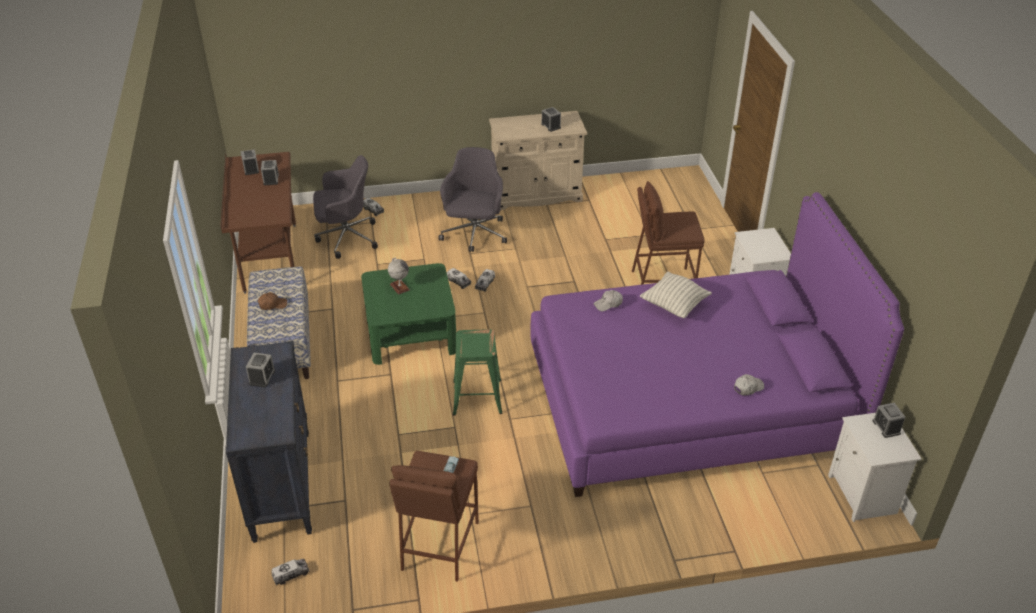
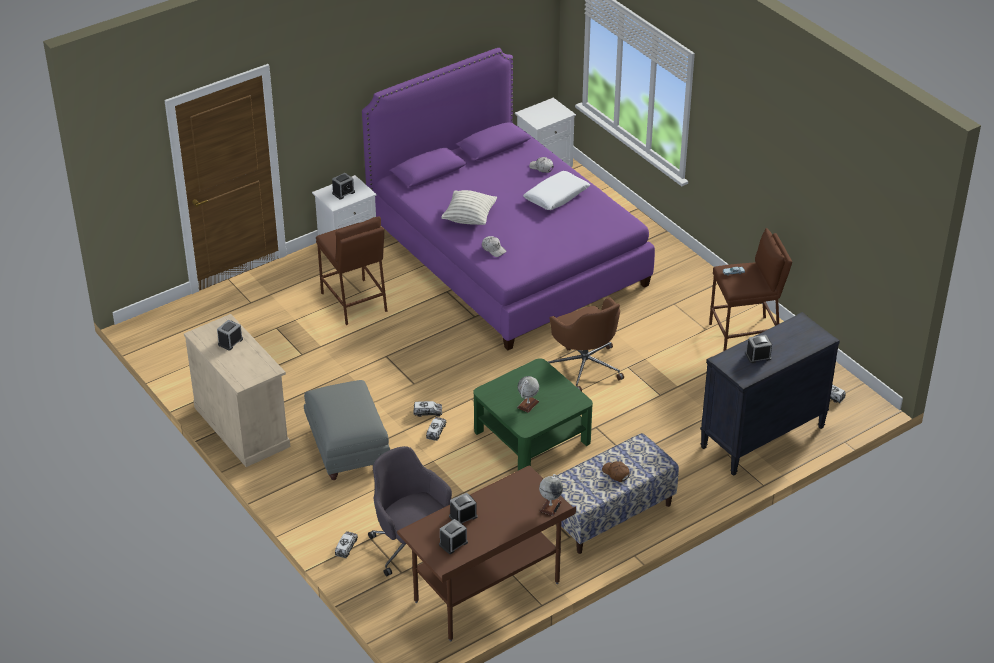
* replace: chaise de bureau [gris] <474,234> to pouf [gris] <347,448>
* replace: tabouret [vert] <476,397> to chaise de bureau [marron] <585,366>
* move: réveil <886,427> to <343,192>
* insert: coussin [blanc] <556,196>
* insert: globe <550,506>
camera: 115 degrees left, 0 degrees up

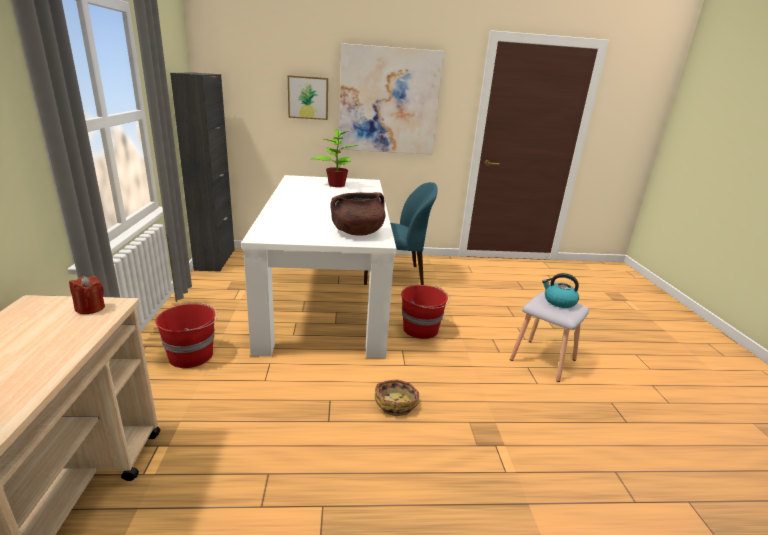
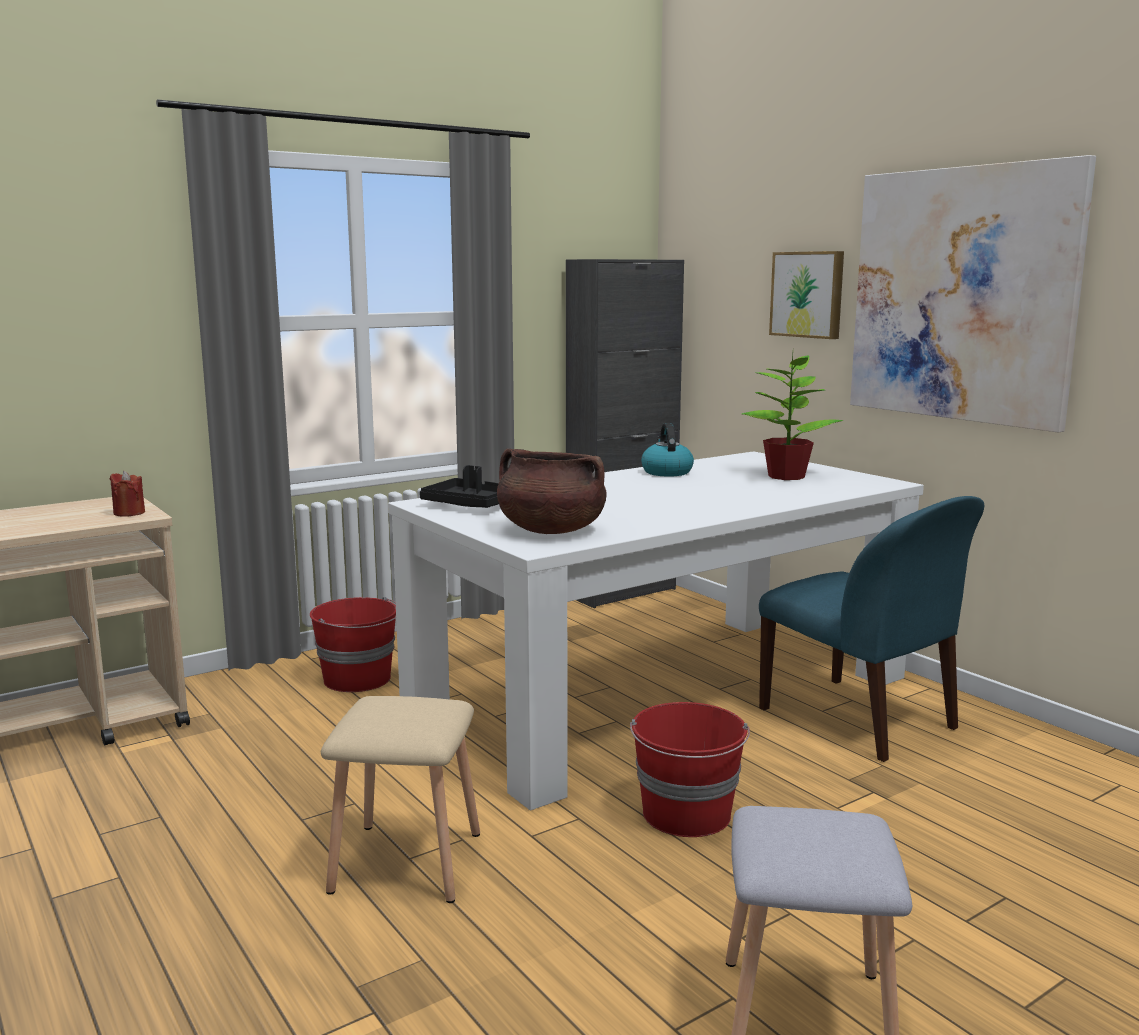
* move: bouilloire <559,302> to <666,472>
* replace: panier <396,403> to tabouret [beige] <404,862>
* insert: plateau [noir] <470,505>
camera: 60 degrees right, 10 degrees down

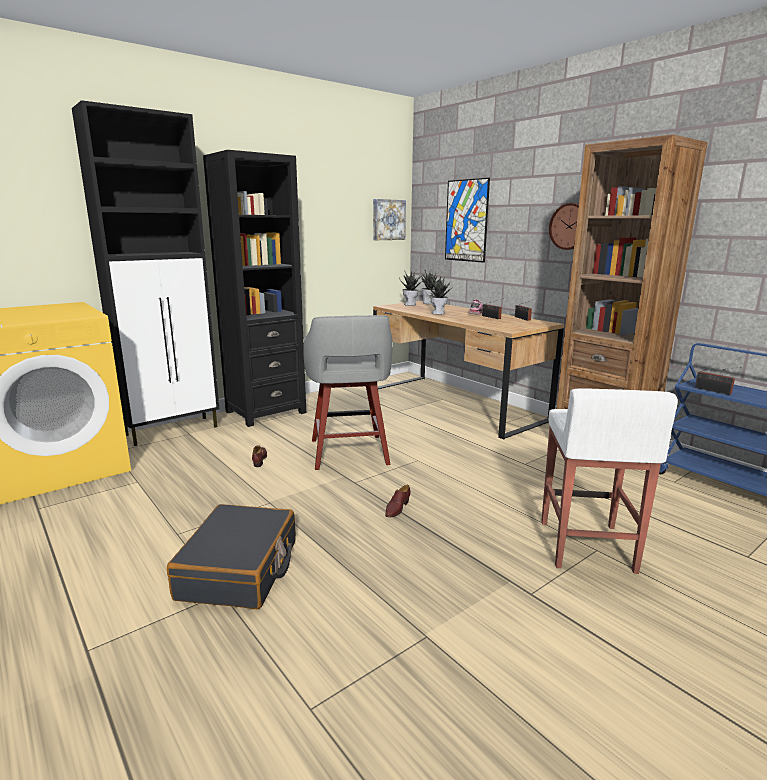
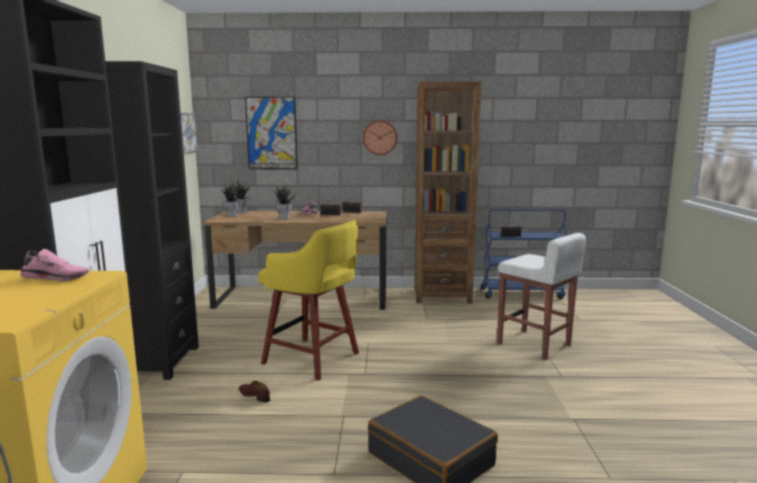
* recolor: tabouret [gris] <349,453> to tabouret [jaune] <313,359>
* delete: chaussure [marron] <397,508>
* insert: chaussure [rose] <57,278>
camera: 50 degrees left, 5 degrees down

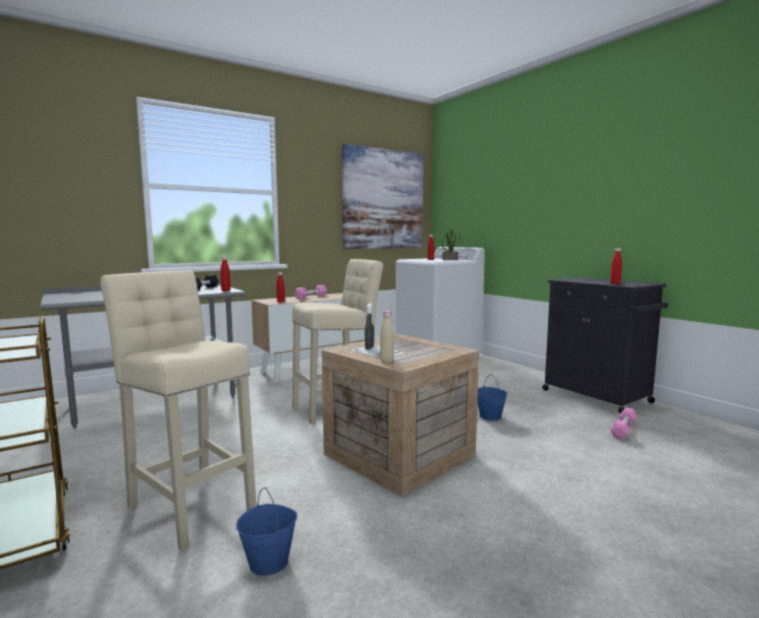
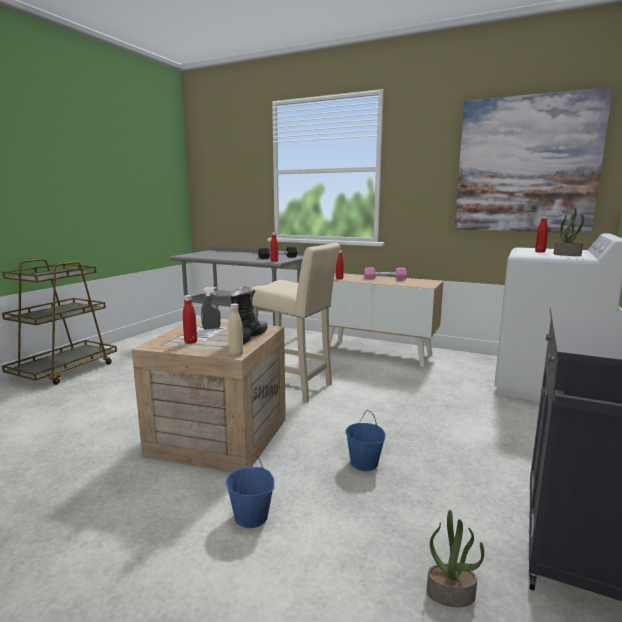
* move: bouteille [rouge] <615,284> to <190,342>
* delete: tabouret [beige] <189,505>
* move: bouteille [beige] <387,361> to <236,354>
* replace: haltère [rose] <623,429> to plante en pot <451,594>
* move: seau [bleu] <269,562> to <252,517>
* insert: botte [noir] <249,337>
camera: 60 degrees right, 5 degrees up

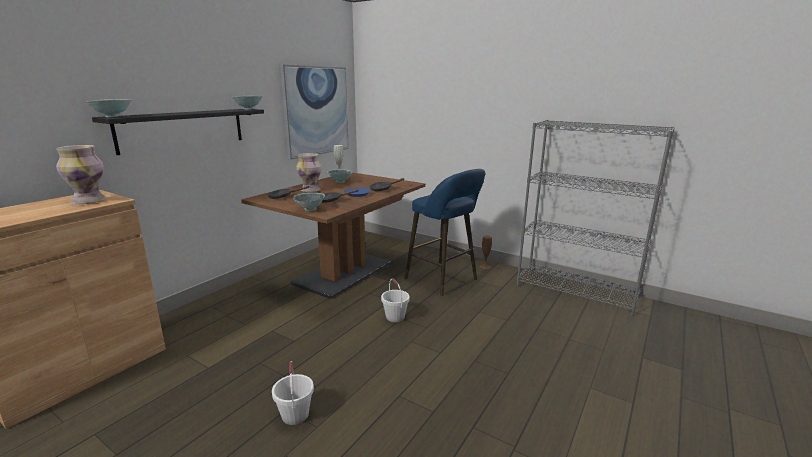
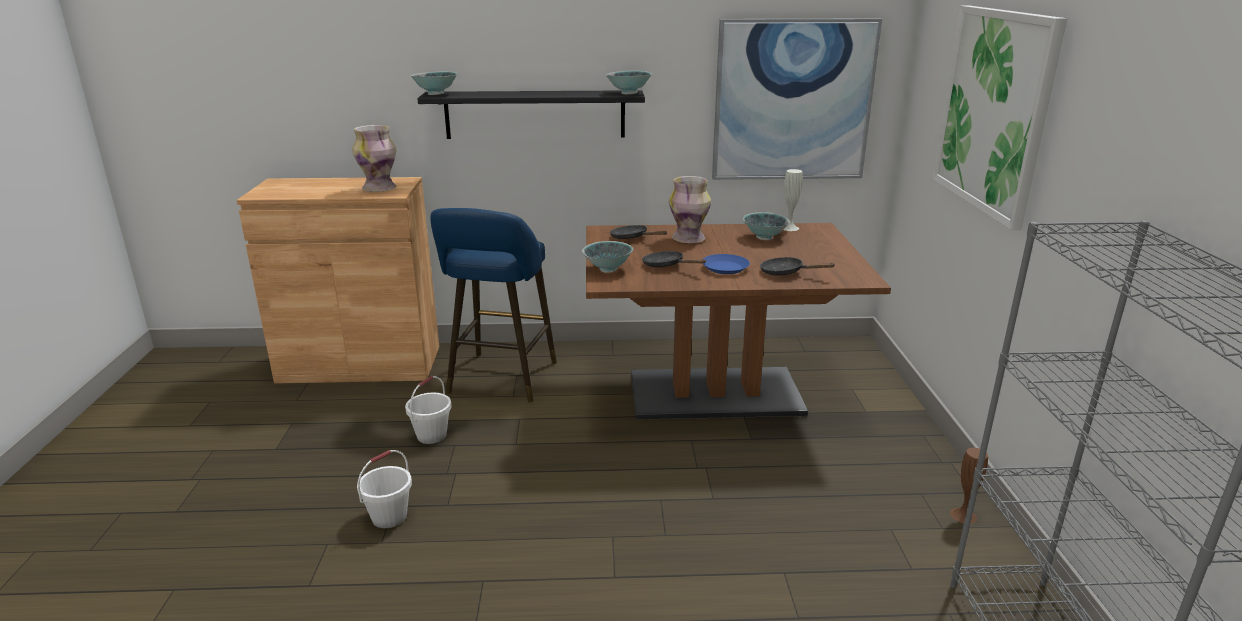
* move: tabouret [bleu] <444,280> to <500,380>
* move: seau [blanc] <395,317> to <432,436>
* insert: tableau <994,111>
camera: 55 degrees right, 5 degrees up

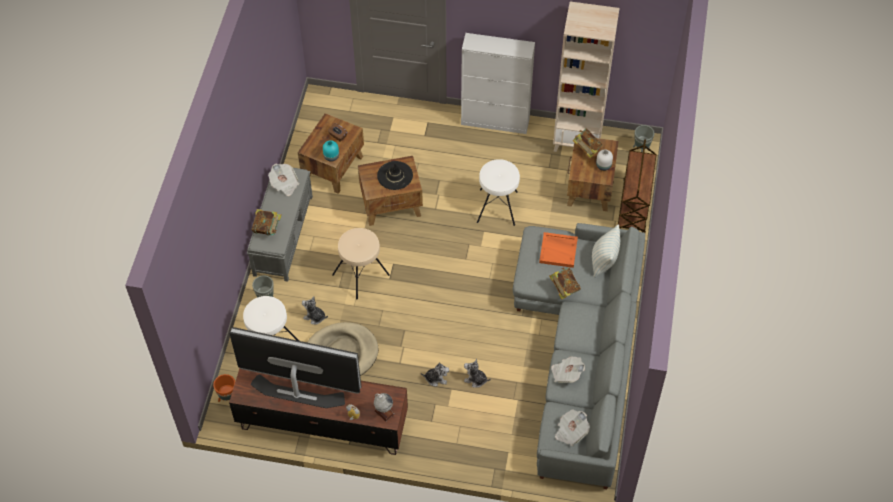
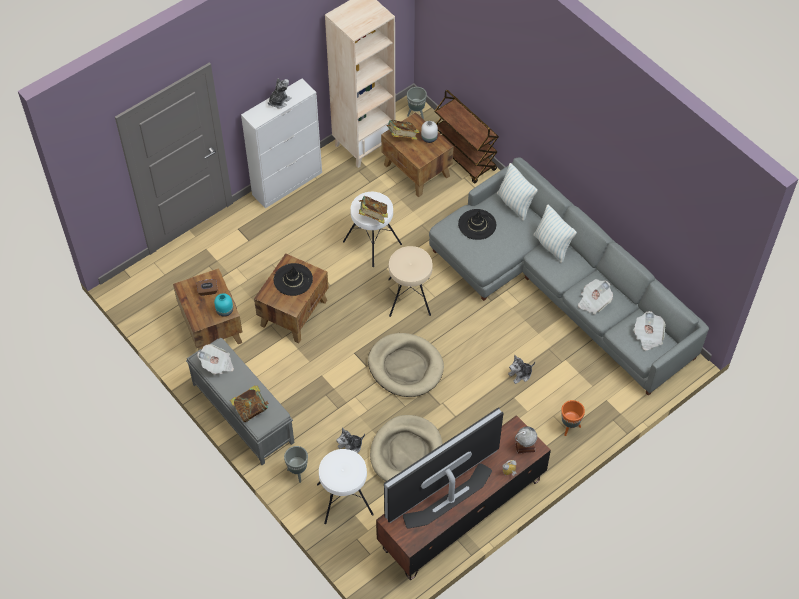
* move: tabouret [beige] <361,275> to <410,297>
* replace: plateau [orange] <558,250> to chapeau [noir] <477,224>
* move: livre <564,288> to <373,216>
* move: peluche <436,378> to <279,101>
* move: cache-pot [orange] <228,399> to <569,427>
* insert: coussin <552,246>
* insert: panier pour chien [beige] <405,367>
camera: 50 degrees left, 0 degrees up

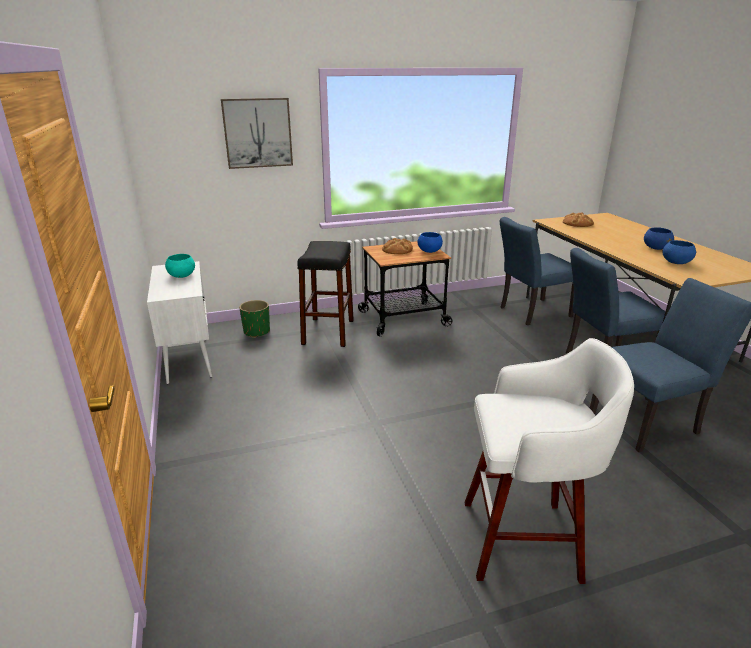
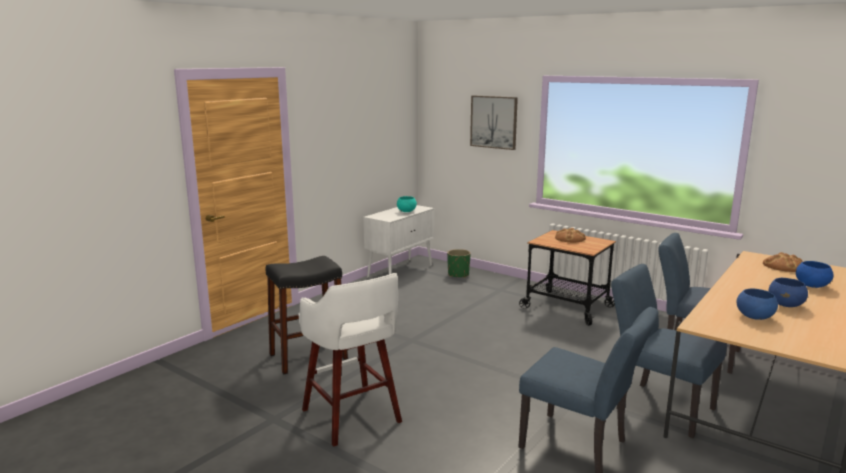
* move: bol [bleu] <429,251> to <811,286>
* move: tabouret [noir] <328,332> to <308,356>
camera: 55 degrees right, 10 degrees down

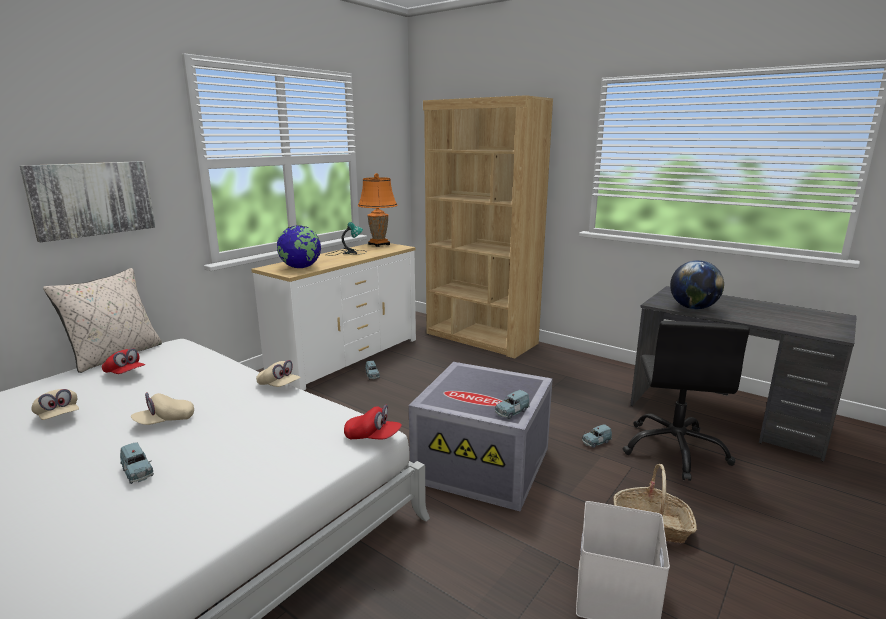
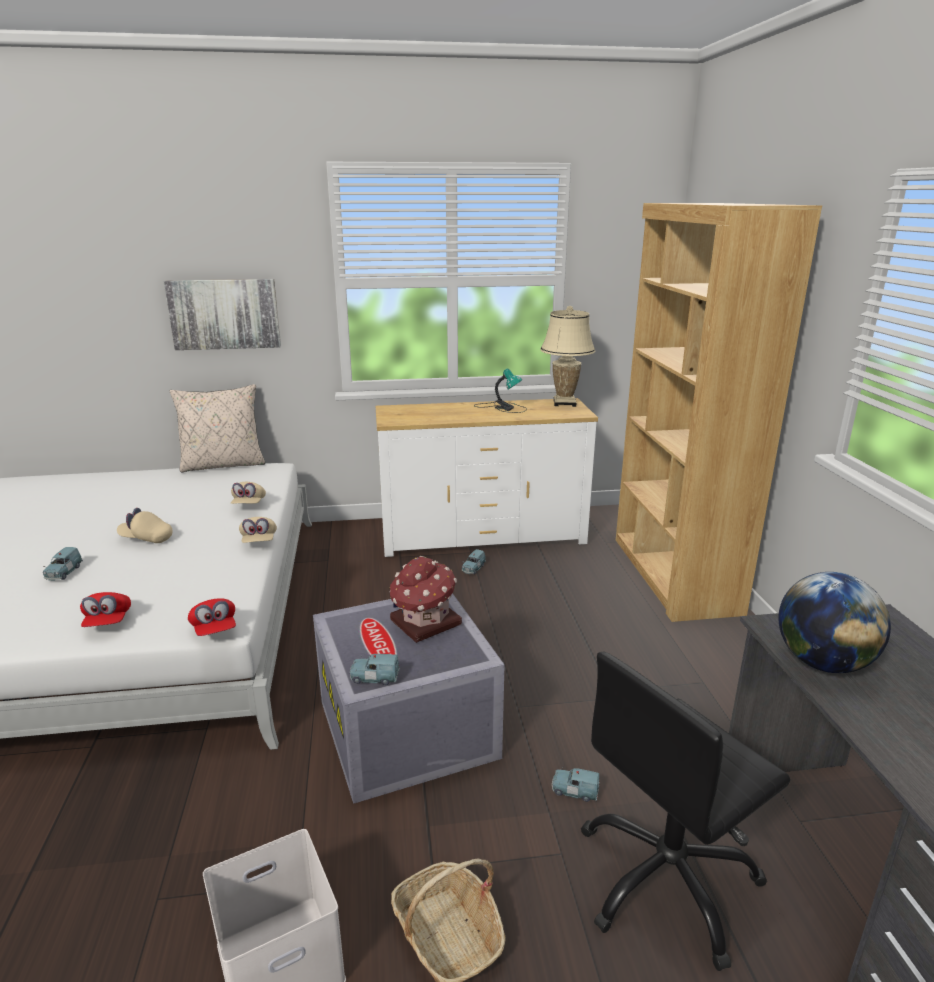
* recolor: lampe de table [orange] <379,244> to lampe de table [beige] <564,403>
* delete: globe <301,267>
* move: casquette [rouge] <125,373> to <108,622>
* move: casquette [beige] <58,417> to <249,504>
* insert: maison miniature <424,623>
camera: 45 degrees right, 5 degrees up

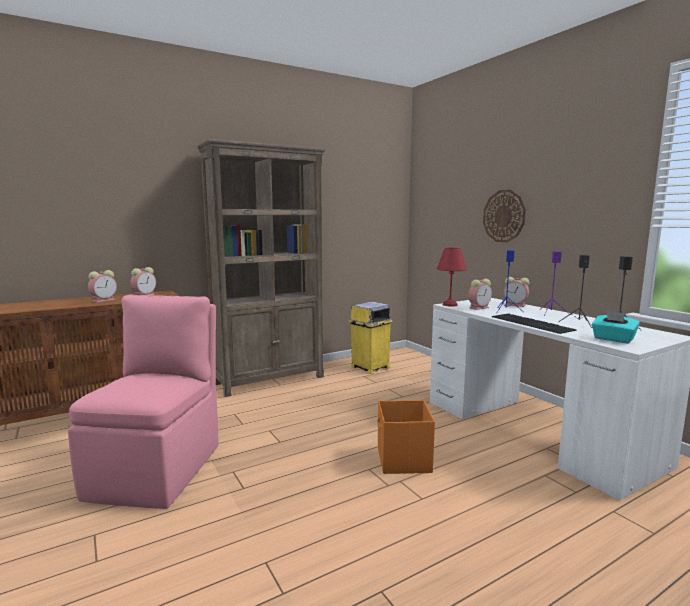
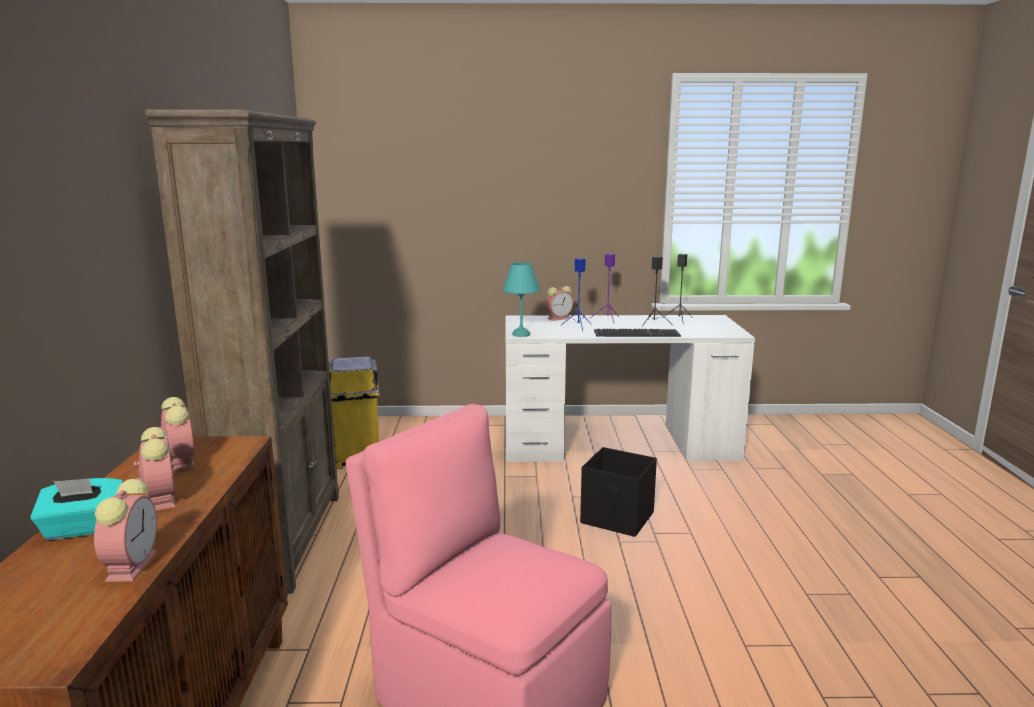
* delete: horloge murale <504,216>
* recolor: lampe de table [rouge] <450,305> to lampe de table [turquoise] <521,334>
* move: réveil <479,308> to <132,565>
* move: boîte à mouchoirs [turquoise] <613,339> to <83,529>
* recolor: boîte de rangement [orange] <403,460> to boîte de rangement [noir] <618,518>
camera: 60 degrees left, 5 degrees up

